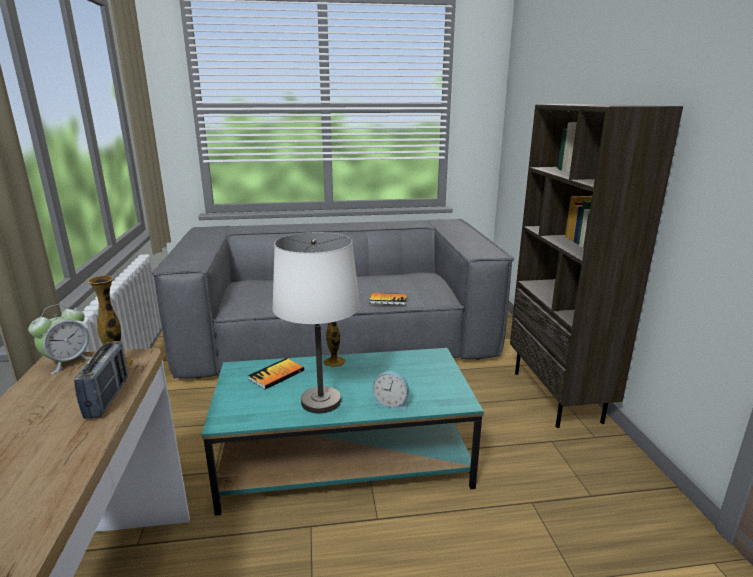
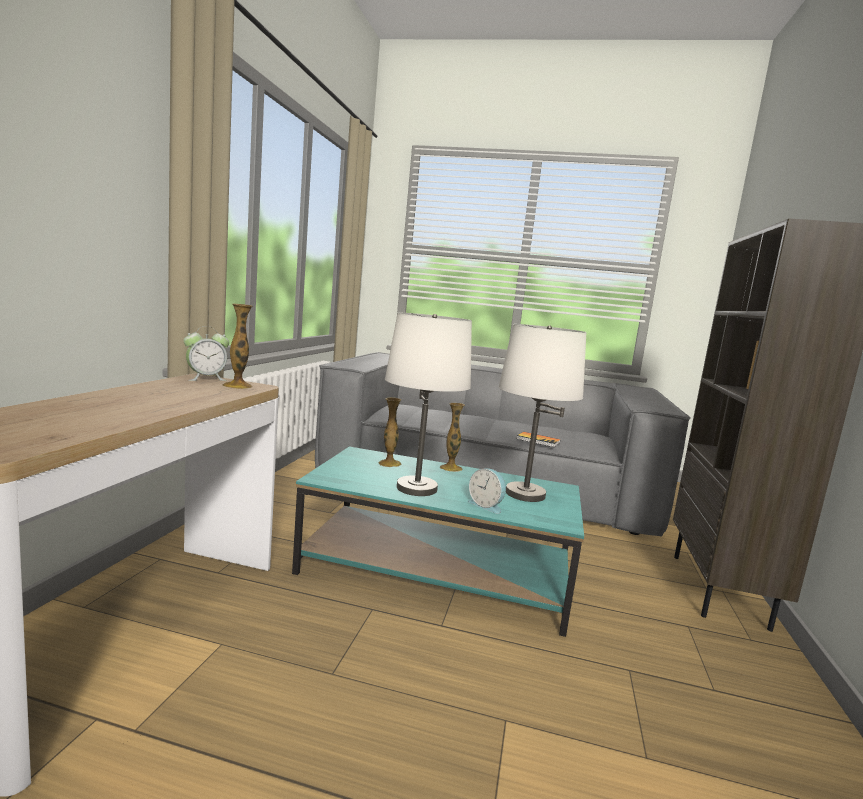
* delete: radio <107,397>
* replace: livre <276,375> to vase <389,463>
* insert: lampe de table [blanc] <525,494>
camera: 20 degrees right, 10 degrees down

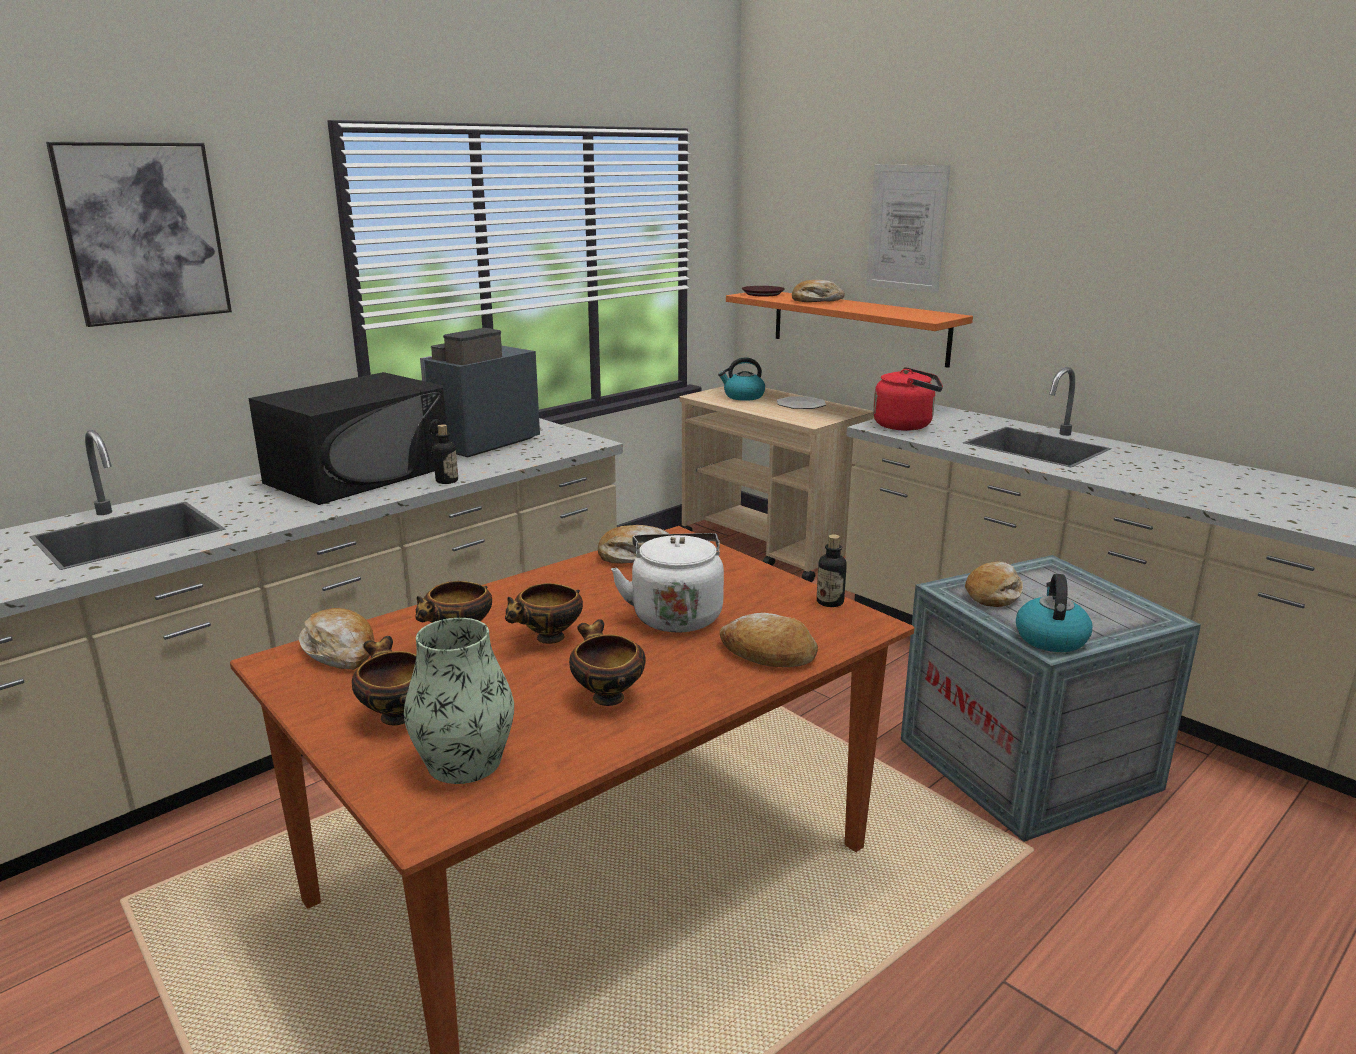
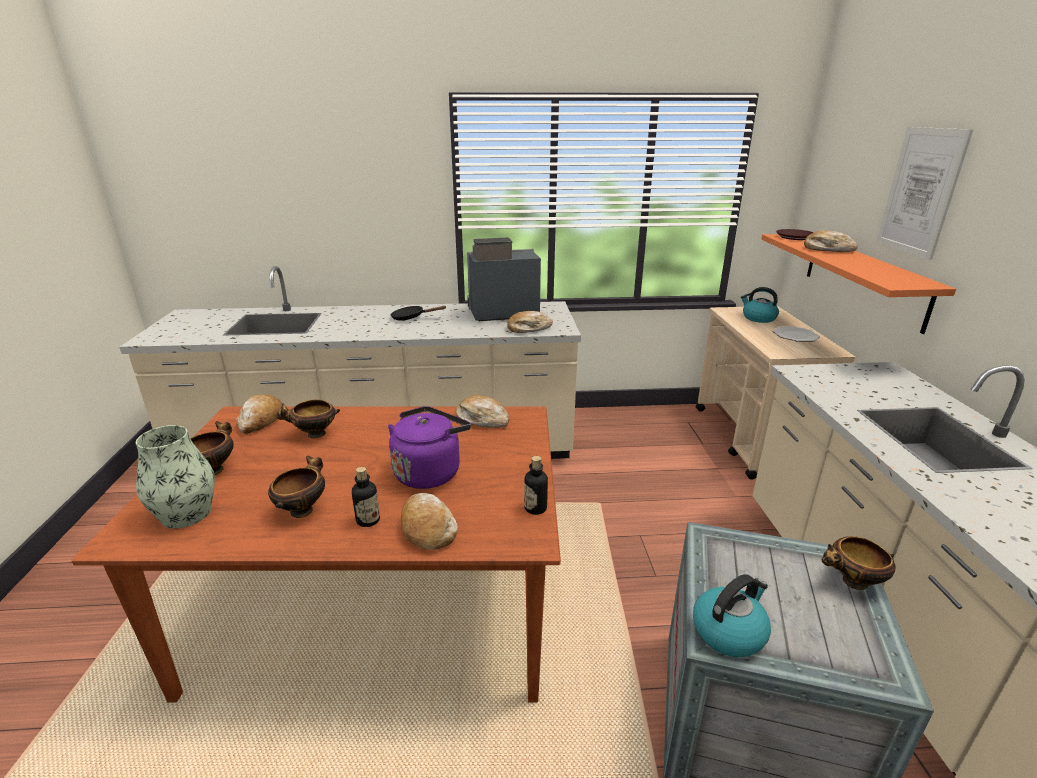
* delete: tableau <144,233>
* delete: bouilloire [rouge] <906,425>
* replace: micro-ondes [noir] <359,474> to poêle [noir] <411,318>
* move: bouteille <447,481> to <368,520>
* recolor: bouilloire [blanc] <675,615> to bouilloire [violet] <429,472>
* move: pain <993,594> to <529,328>
* move: bol <548,639> to <852,582>
camera: 40 degrees right, 5 degrees up

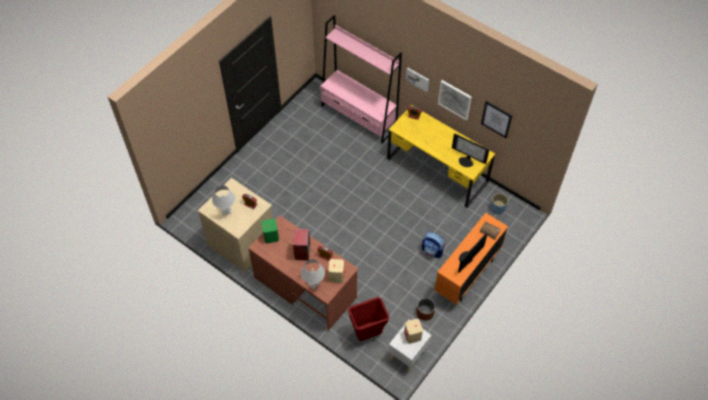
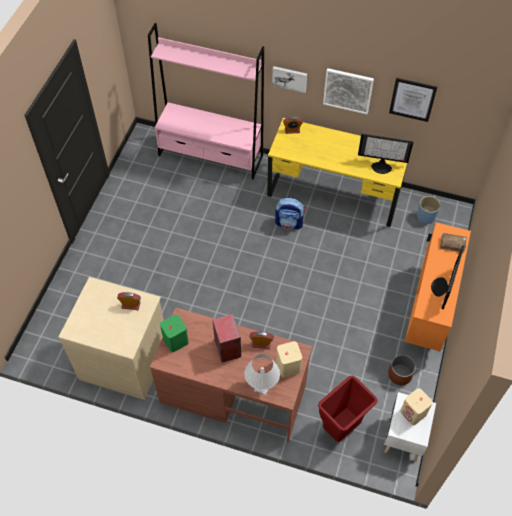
* delete: lampe de table [blanc] <226,211>
* move: sac à dos <432,251> to <289,223>
camera: 20 degrees left, 0 degrees up

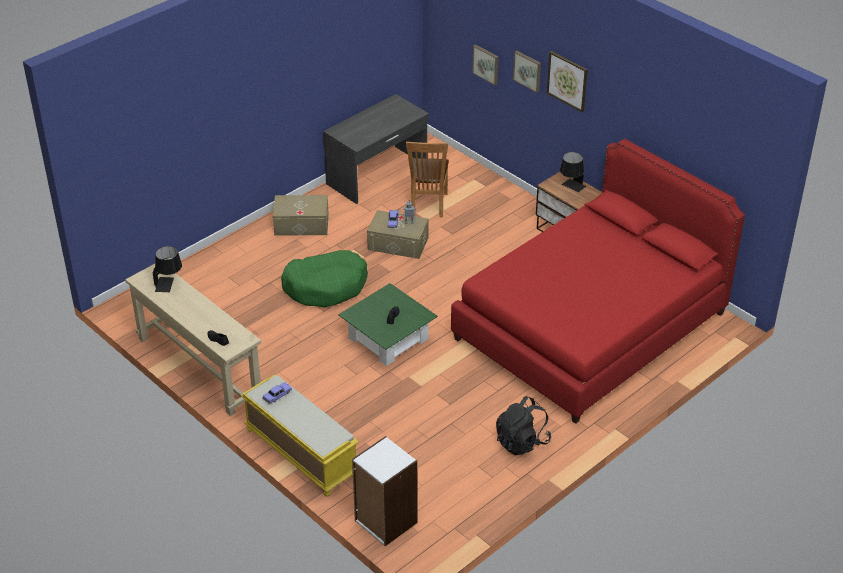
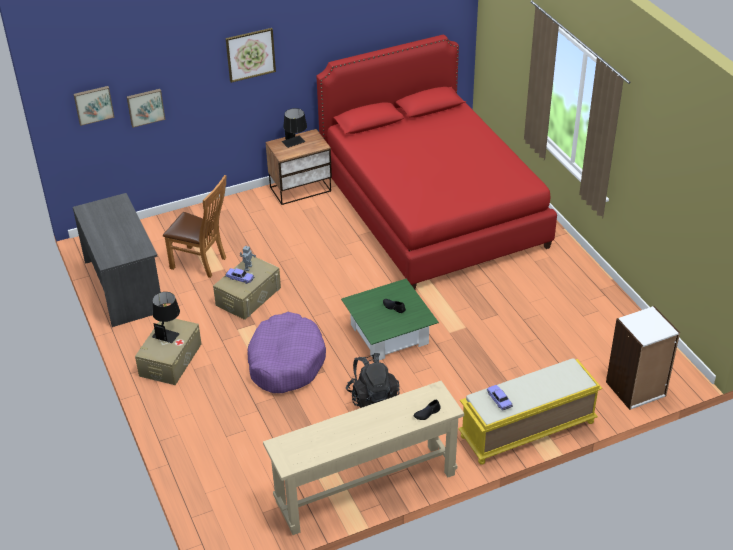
* move: tableau <528,70> to <93,104>
* move: lampe de table [noir] <169,284> to <168,331>
* recolor: panier pour chien [vert] <326,286> to panier pour chien [violet] <285,362>
* move: sac à dos [noir] <522,441> to <372,399>
camera: 70 degrees left, 0 degrees up

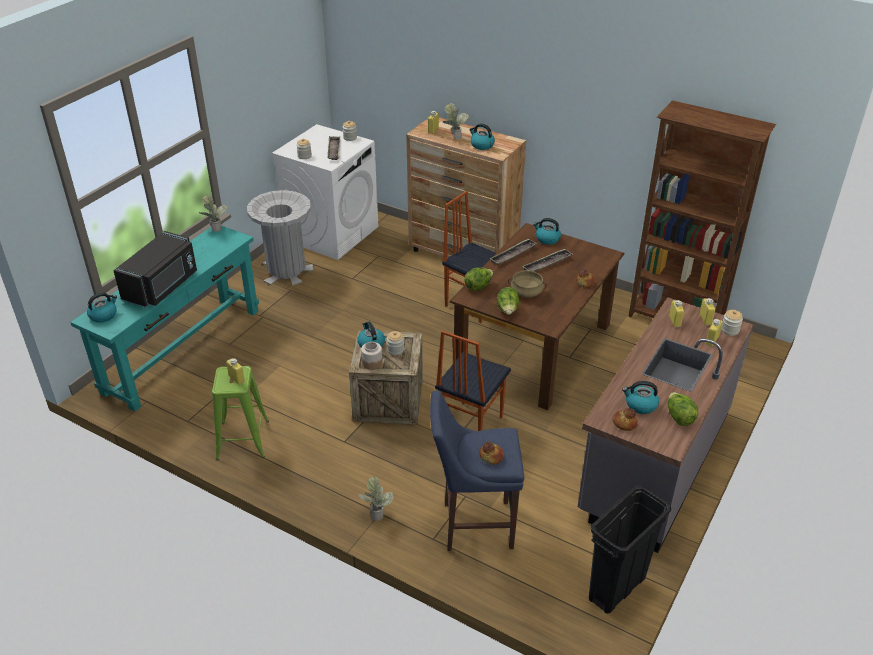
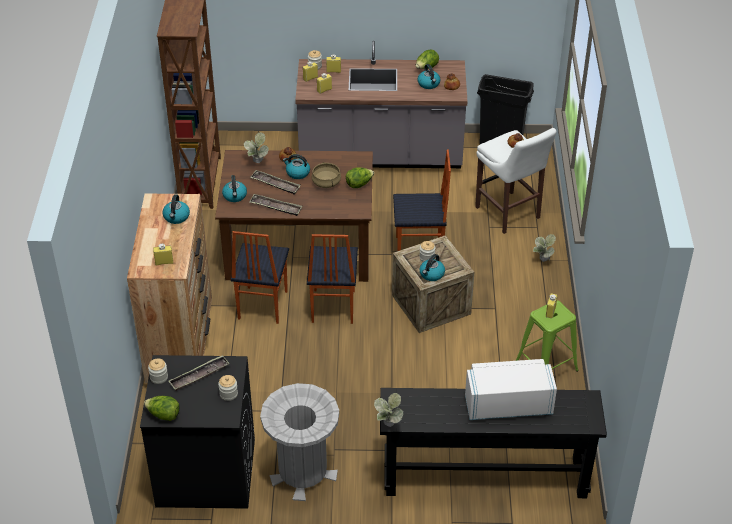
* move: plante en pot <454,136> to <257,164>
* recolor: lave-linge [blanc] <332,233> to lave-linge [noir] <205,472>
* recolor: table console [turquoise] <183,350> to table console [noir] <485,476>
* recolor: micro-ondes [noir] <162,286> to micro-ondes [blanc] <507,403>
* move: laitue <478,286> to <163,415>
* move: bouilloire <103,315> to <297,173>
* delete: bocal <372,363>
* recolor: tabouret [bleu] <473,525> to tabouret [blanc] <509,214>
* insert: chaise <332,306>
camera: 120 degrees left, 5 degrees up

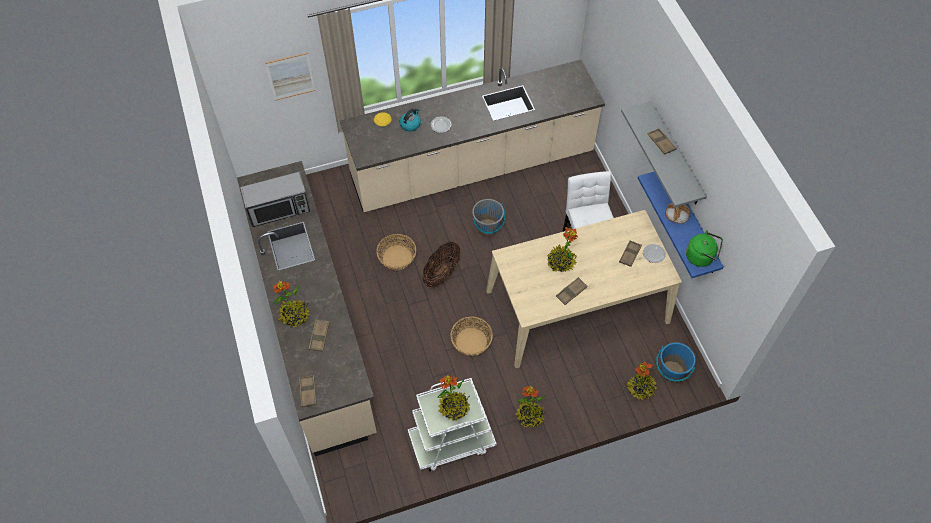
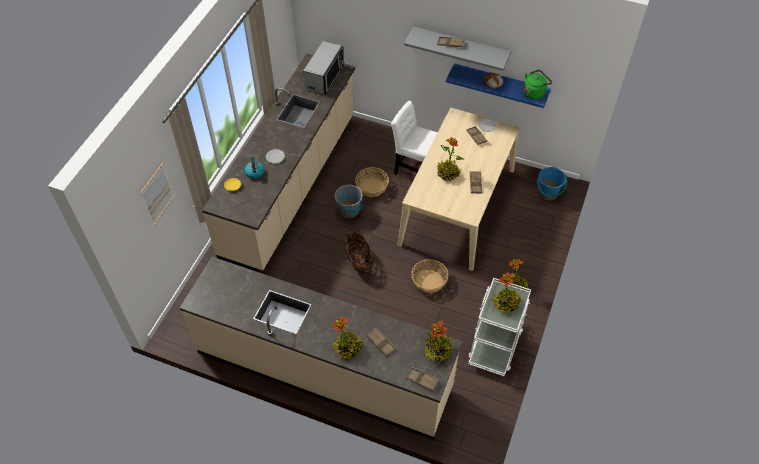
* move: micro-ondes <278,209> to <325,77>
* move: panier <397,257> to <371,187>
* move: plante en pot <641,388> to <438,350>
camera: 50 degrees left, 5 degrees down

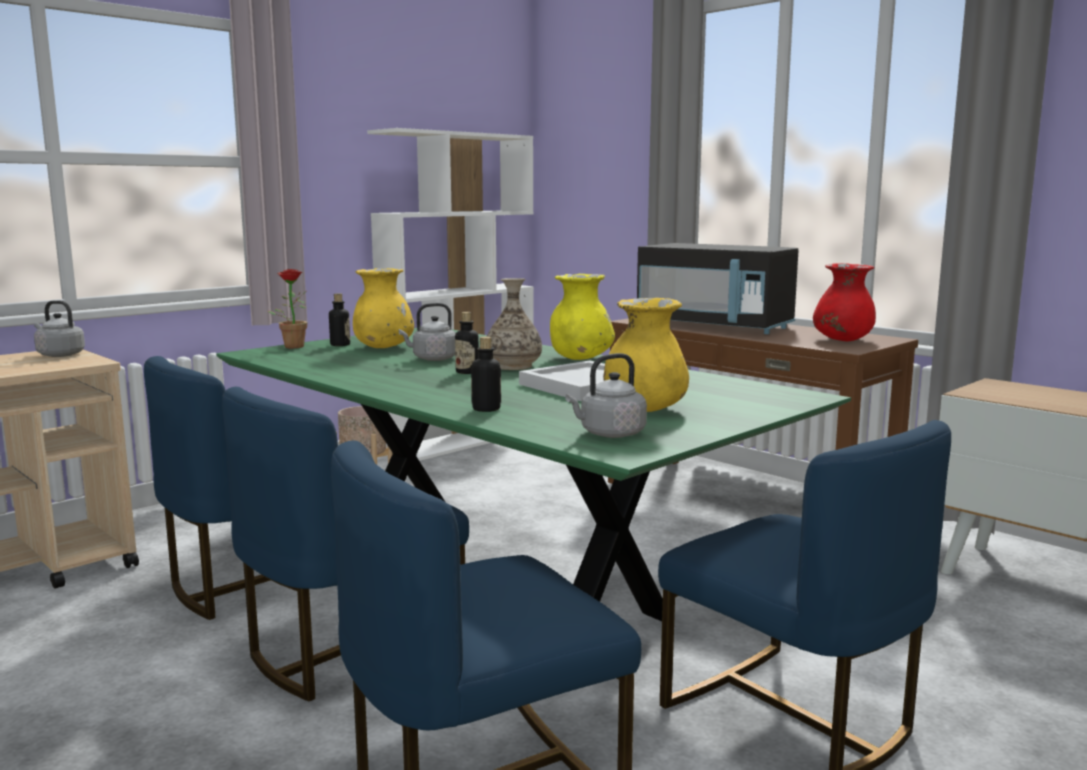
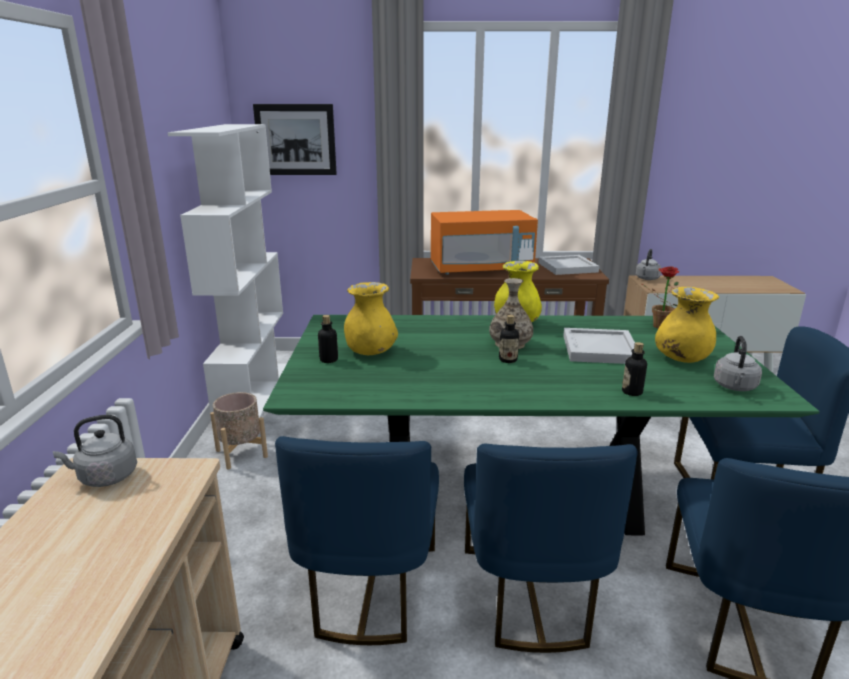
* recolor: micro-ondes [noir] <714,326> to micro-ondes [orange] <481,269>
* replace: vase [rouge] <842,340> to plateau [blanc] <568,267>
* move: plante en pot <292,346> to <657,326>
* move: bouilloire [gris] <432,359> to <646,279>
* insert: tableau <295,140>
camera: 45 degrees left, 10 degrees up

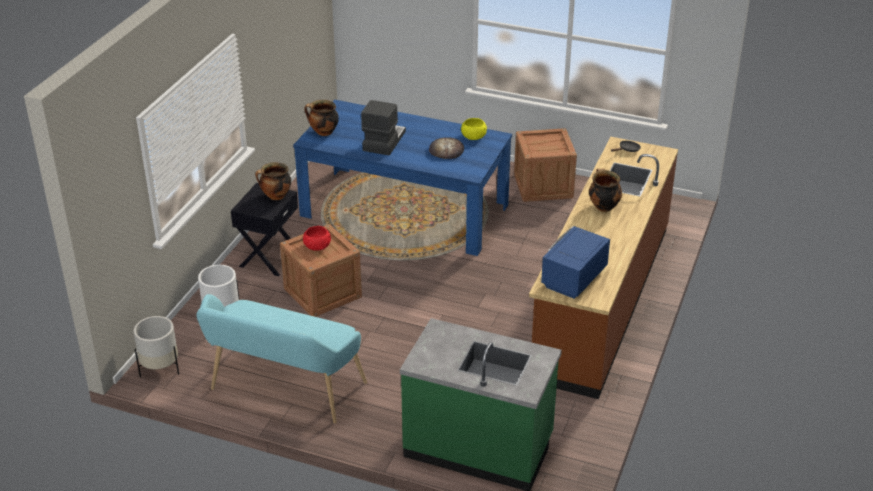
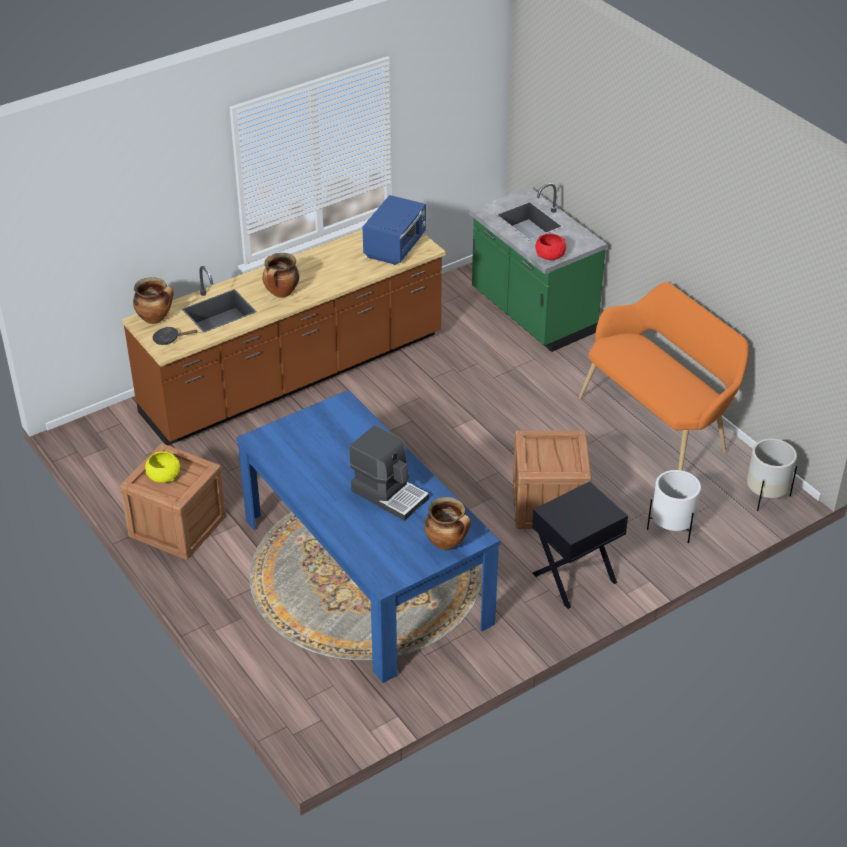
* rotate: machine à café <383,141> = <389,494> 105 degrees counterclockwise
* move: bol [jaune] <473,136> to <164,476>
* delete: pain <446,150>
* move: marmite <275,196> to <155,318>
* move: bol [rouge] <317,246> to <550,255>
* rotate: micro-ondes [bleu] <573,279> = <396,246> 45 degrees counterclockwise
* recolor: banc [turquoise] <283,390> to banc [orange] <658,424>
camera: 145 degrees left, 5 degrees up

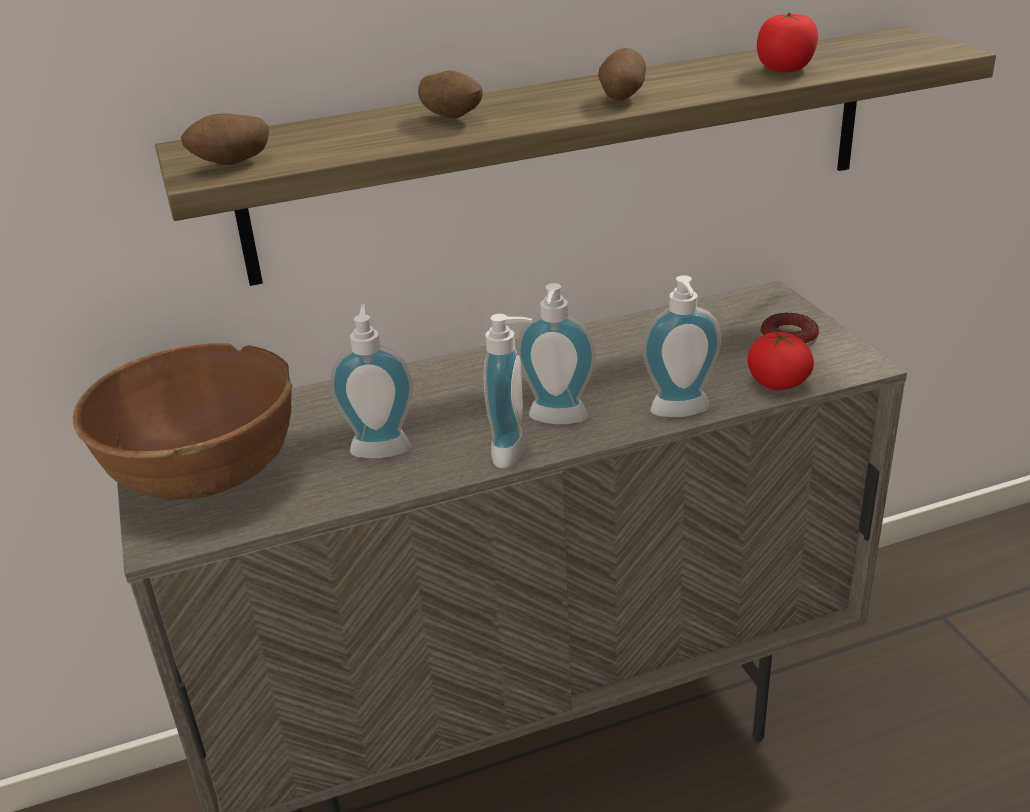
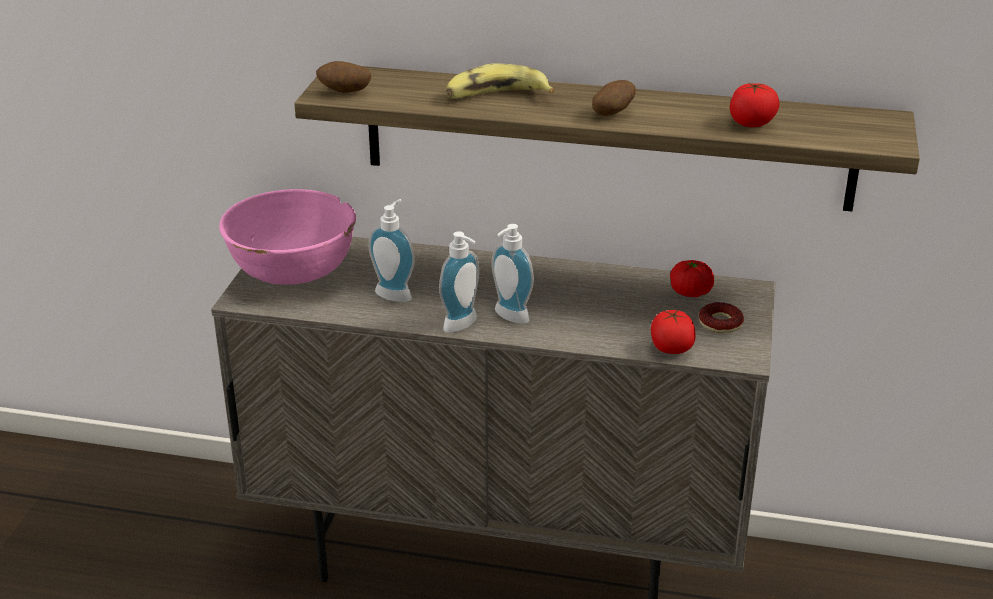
* replace: pomme de terre <452,118> to banane <496,96>
* delete: distributeur de savon <681,413>
* recolor: bol [marron] <204,472> to bol [rose] <292,271>
* insert: tomate <690,292>
camera: 30 degrees right, 0 degrees up

